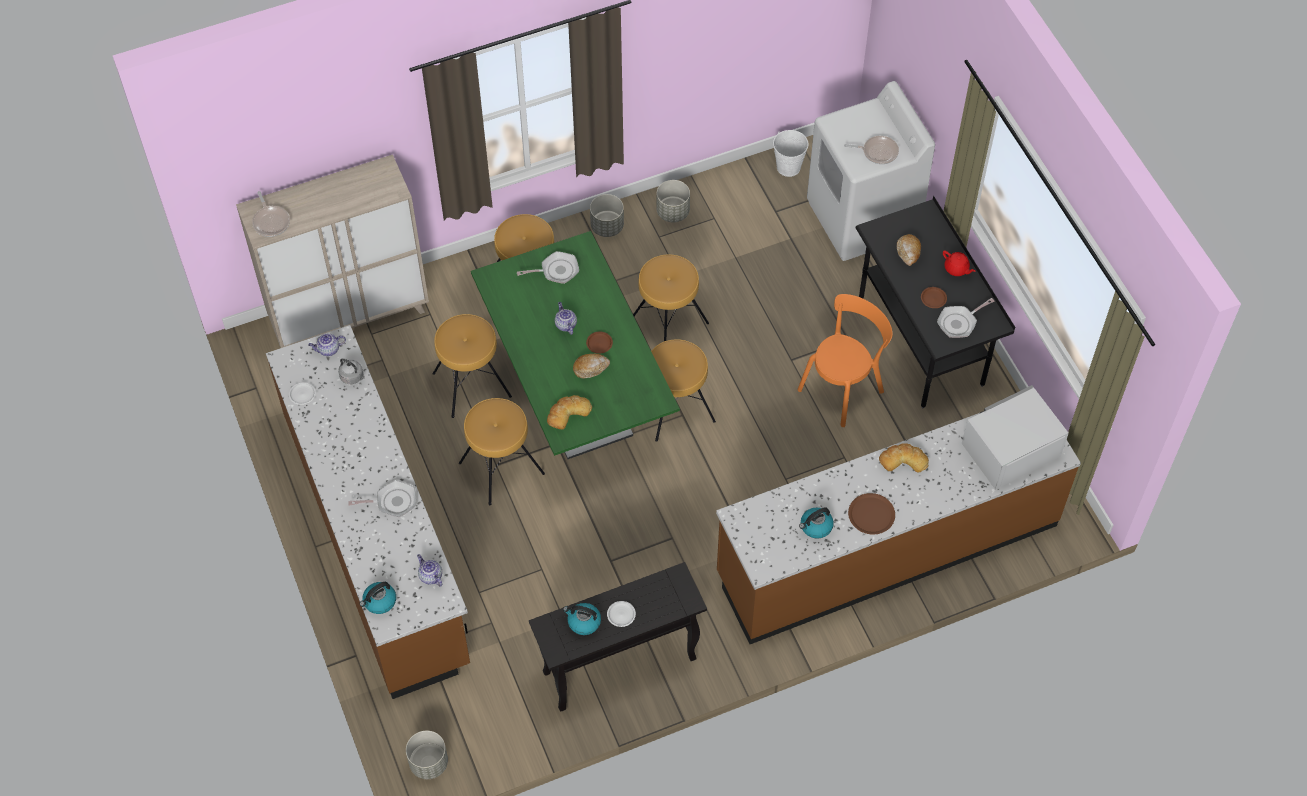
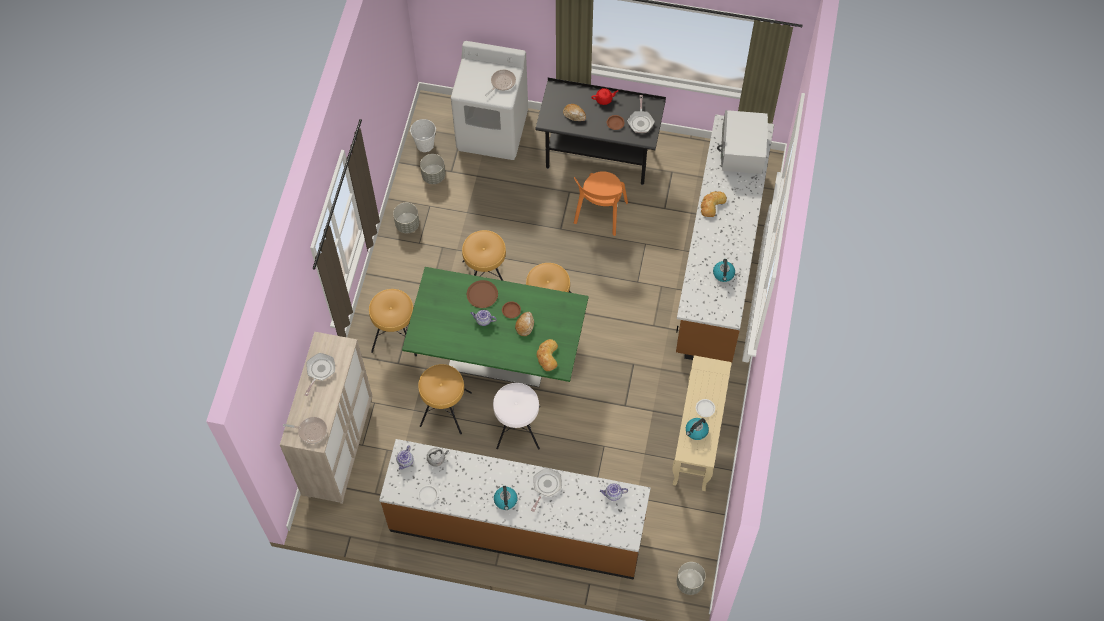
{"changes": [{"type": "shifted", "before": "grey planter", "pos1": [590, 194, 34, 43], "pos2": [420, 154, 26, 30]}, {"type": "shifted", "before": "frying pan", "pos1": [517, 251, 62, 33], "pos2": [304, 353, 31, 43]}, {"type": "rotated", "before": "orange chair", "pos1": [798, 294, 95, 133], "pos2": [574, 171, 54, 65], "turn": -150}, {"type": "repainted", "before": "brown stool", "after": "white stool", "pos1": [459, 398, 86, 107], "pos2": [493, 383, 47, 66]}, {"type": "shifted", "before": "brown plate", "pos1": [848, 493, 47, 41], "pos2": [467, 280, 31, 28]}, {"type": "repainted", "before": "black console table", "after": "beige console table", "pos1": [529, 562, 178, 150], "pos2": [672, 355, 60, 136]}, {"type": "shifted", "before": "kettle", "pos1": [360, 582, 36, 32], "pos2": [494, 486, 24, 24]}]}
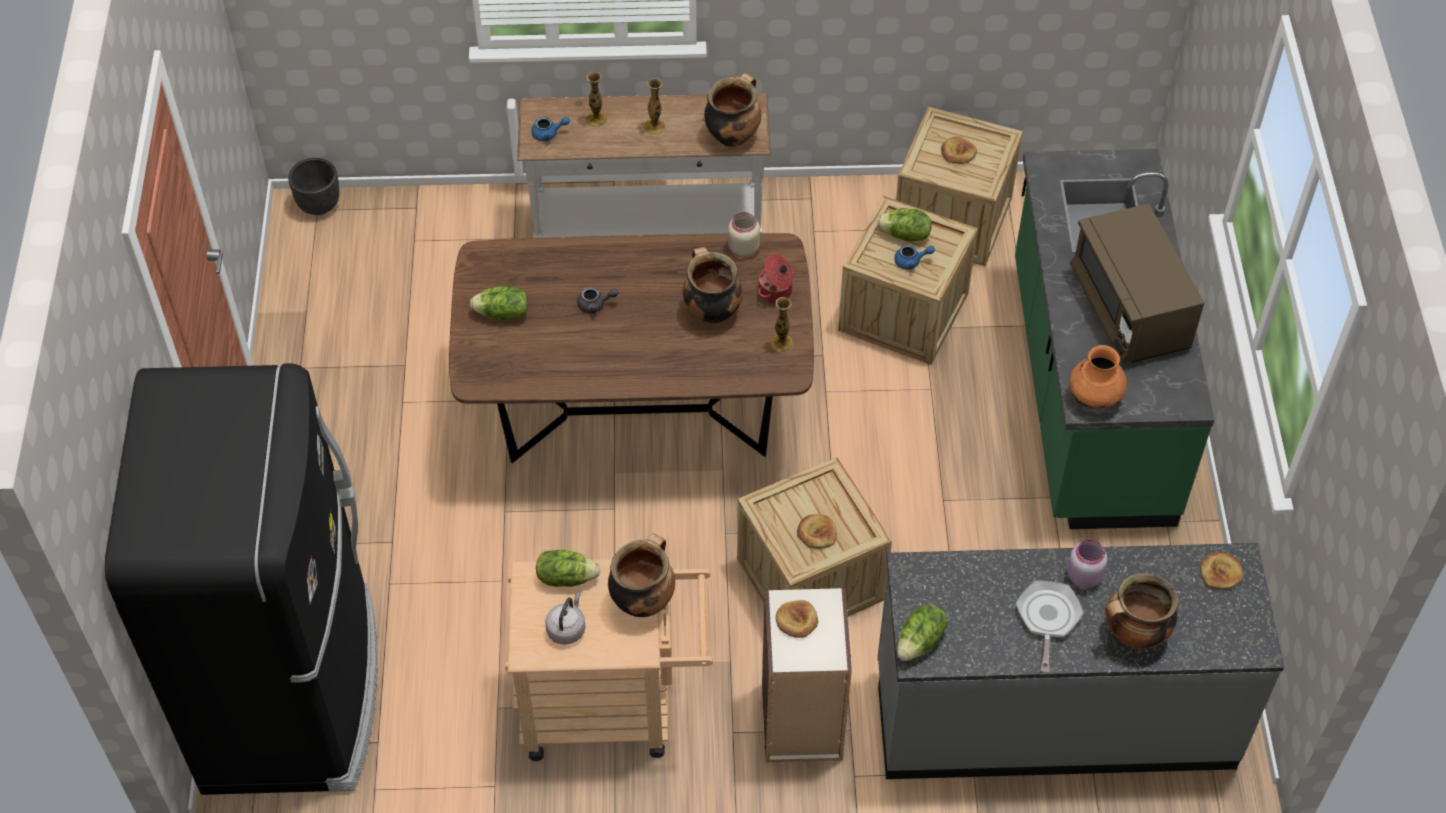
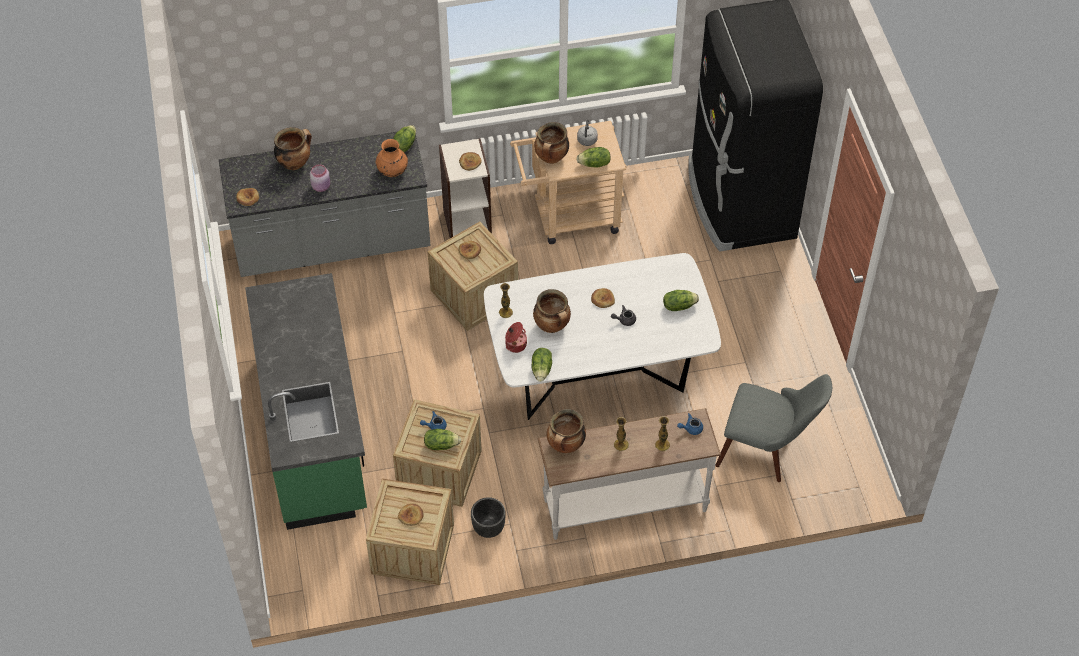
{"changes": [{"type": "shifted", "before": "black planter", "pos1": [288, 158, 51, 57], "pos2": [471, 497, 35, 41]}, {"type": "gone", "before": "brown microwave", "pos1": [1070, 204, 134, 159]}, {"type": "swapped", "before": "beige jar", "after": "lettuce", "pos1": [728, 212, 32, 45], "pos2": [531, 348, 21, 34]}, {"type": "repainted", "before": "brown dining table", "after": "white dining table", "pos1": [449, 233, 365, 230], "pos2": [484, 253, 237, 167]}, {"type": "shifted", "before": "orange vase", "pos1": [1069, 345, 58, 64], "pos2": [376, 139, 32, 38]}, {"type": "gone", "before": "frying pan", "pos1": [1016, 580, 68, 93]}, {"type": "new", "after": "bread", "pos2": [591, 288, 24, 20]}, {"type": "new", "after": "grey chair", "pos2": [715, 374, 117, 108]}]}
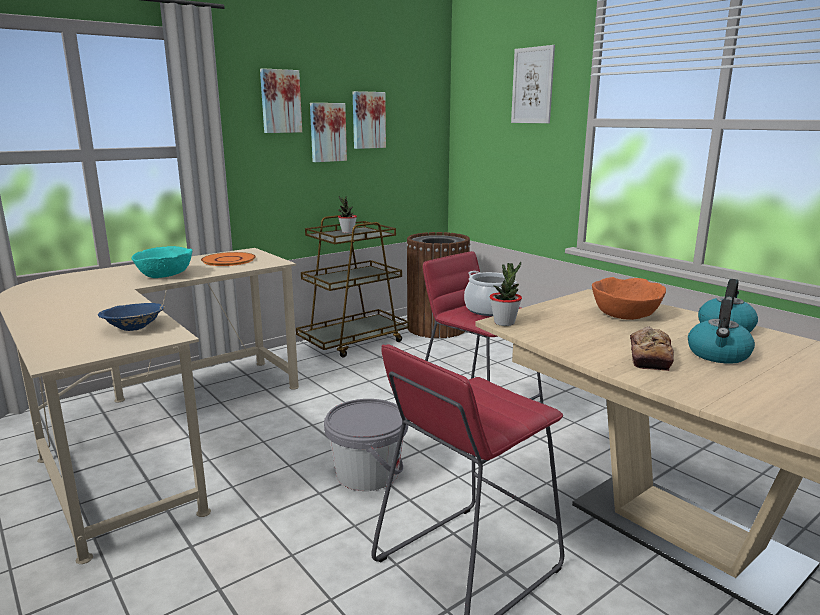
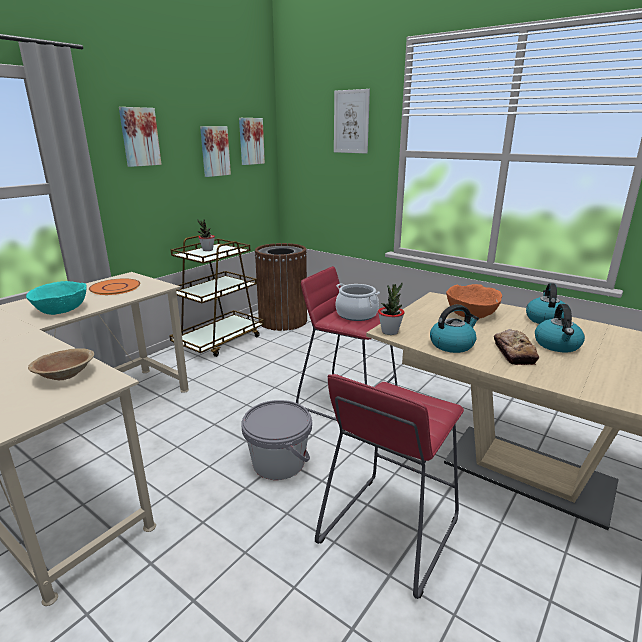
{"changes": [{"type": "shifted", "before": "picture", "pos1": [310, 103, 37, 59], "pos2": [239, 118, 26, 47]}, {"type": "repainted", "before": "blue bowl", "after": "brown bowl", "pos1": [98, 303, 67, 28], "pos2": [28, 348, 66, 32]}, {"type": "new", "after": "kettle", "pos2": [430, 304, 49, 49]}]}
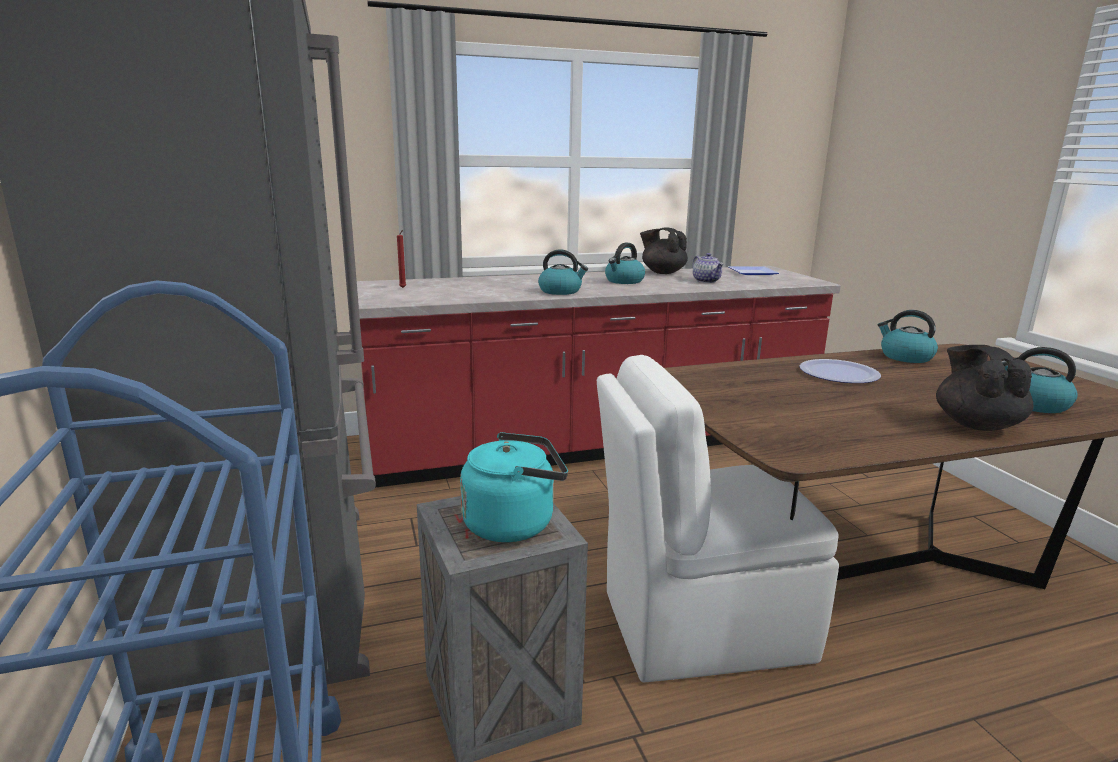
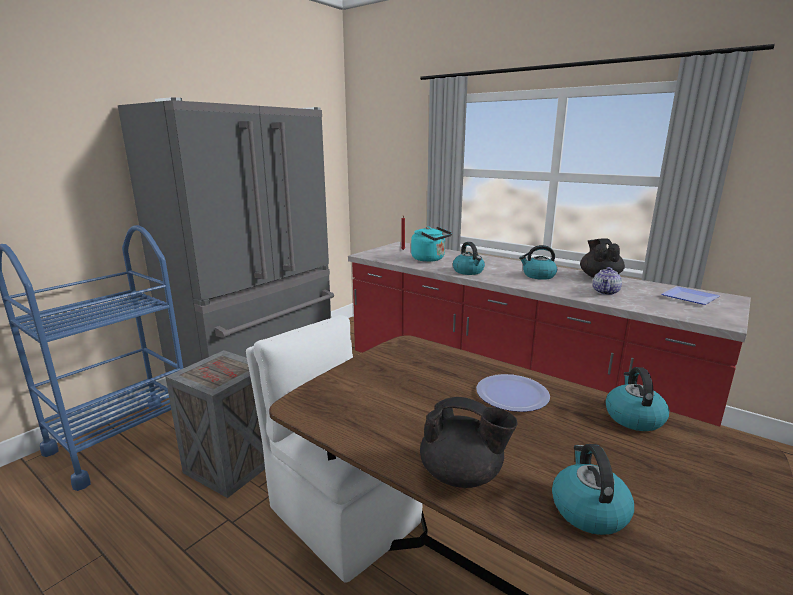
{"changes": [{"type": "rotated", "before": "black teapot", "pos1": [936, 345, 97, 86], "pos2": [420, 397, 98, 91], "turn": 60}, {"type": "shifted", "before": "turquoise kettle", "pos1": [460, 432, 108, 110], "pos2": [411, 226, 41, 36]}]}
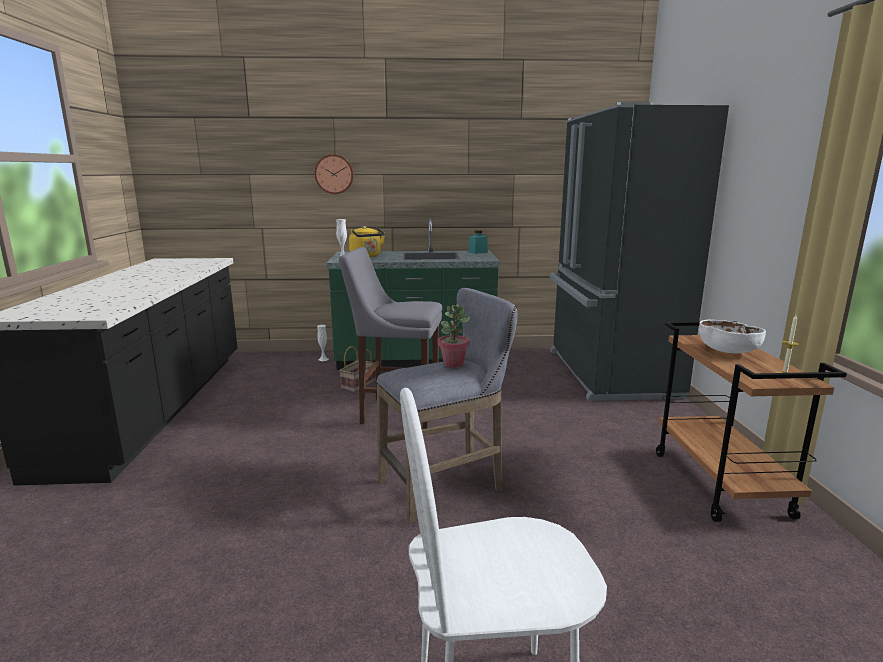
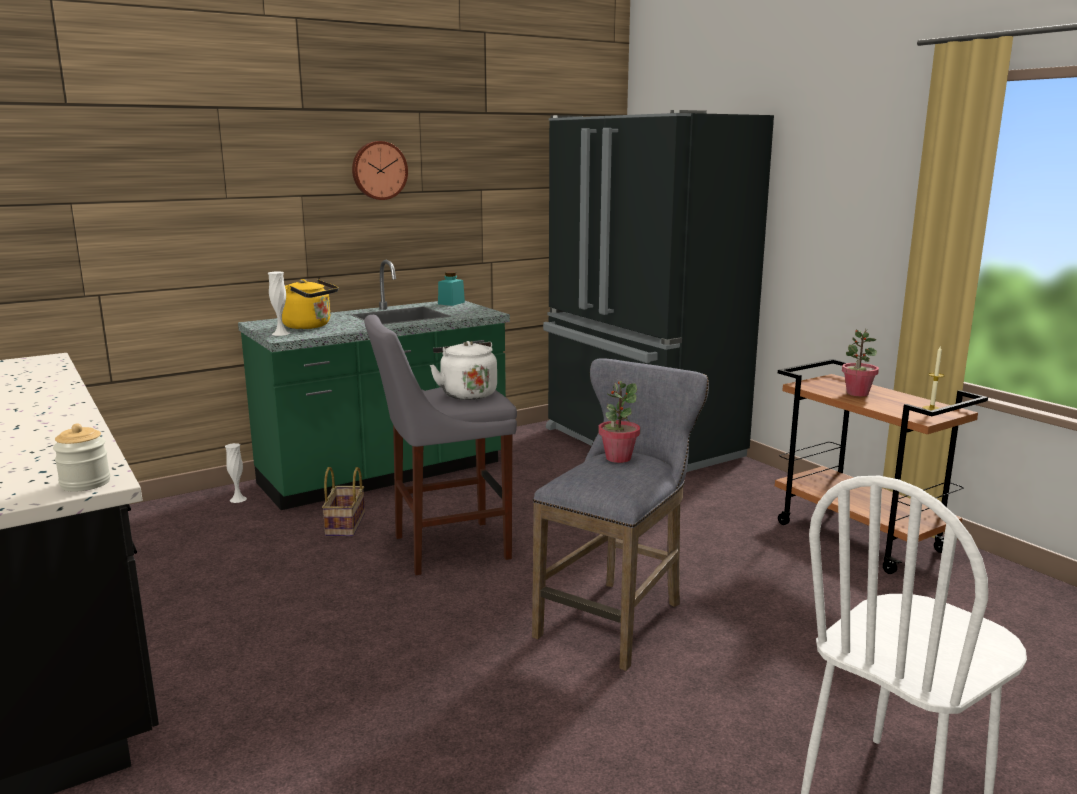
{"changes": [{"type": "shifted", "before": "wall clock", "pos1": [314, 154, 40, 40], "pos2": [352, 141, 56, 59]}, {"type": "swapped", "before": "white bowl", "after": "potted plant", "pos1": [699, 320, 67, 33], "pos2": [842, 328, 37, 68]}, {"type": "new", "after": "white kettle", "pos2": [430, 341, 67, 59]}, {"type": "new", "after": "jar", "pos2": [53, 424, 57, 68]}]}
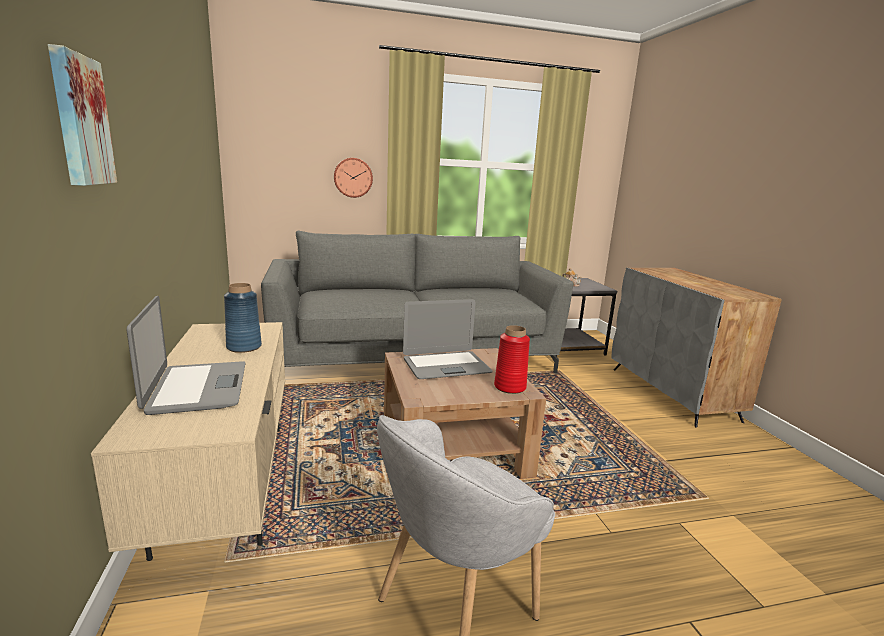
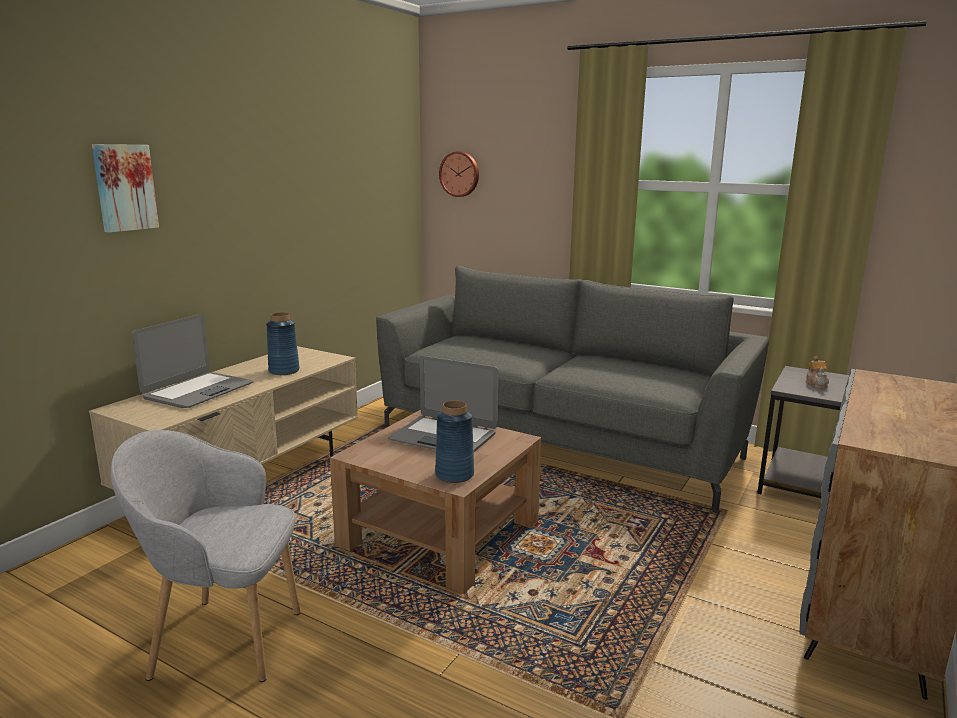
{"changes": [{"type": "shifted", "before": "wall clock", "pos1": [334, 158, 39, 40], "pos2": [439, 152, 40, 45]}, {"type": "repainted", "before": "red vase", "after": "blue vase", "pos1": [494, 325, 36, 69], "pos2": [435, 401, 39, 82]}]}
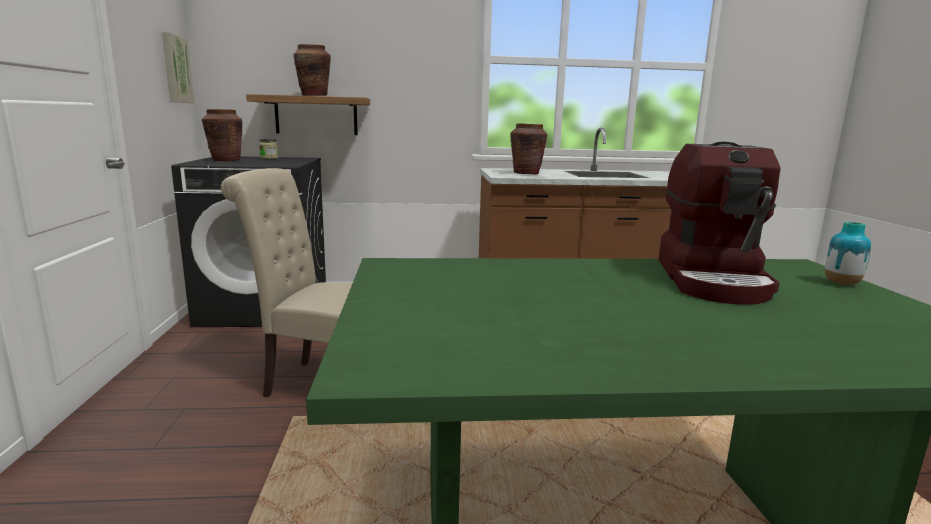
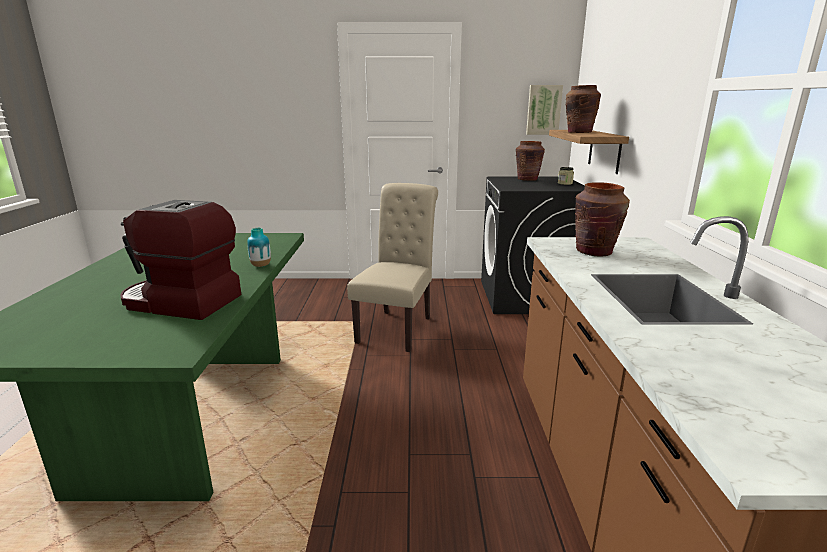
{"changes": [{"type": "shifted", "before": "vase", "pos1": [825, 221, 46, 64], "pos2": [247, 228, 24, 39]}]}
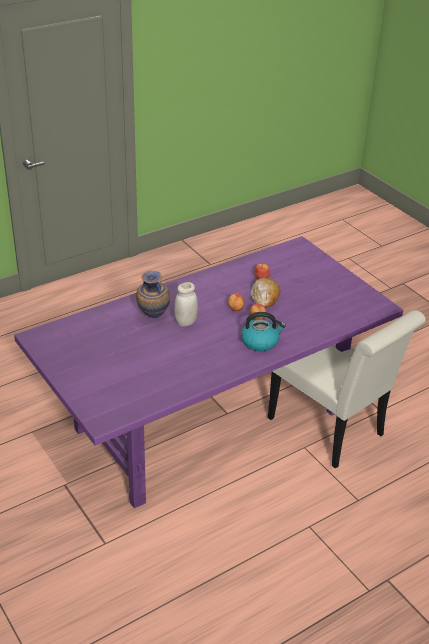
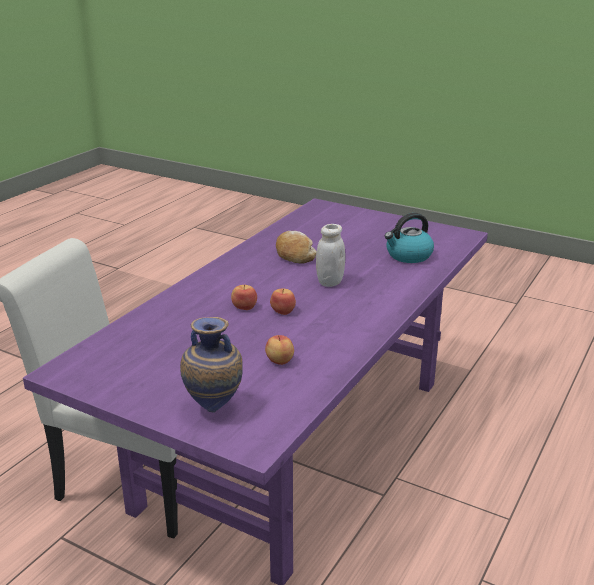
{"changes": [{"type": "shifted", "before": "vase", "pos1": [136, 270, 34, 48], "pos2": [180, 317, 63, 96]}, {"type": "shifted", "before": "bread", "pos1": [251, 278, 30, 31], "pos2": [276, 231, 41, 32]}, {"type": "shifted", "before": "kettle", "pos1": [241, 312, 45, 39], "pos2": [385, 213, 49, 50]}]}
